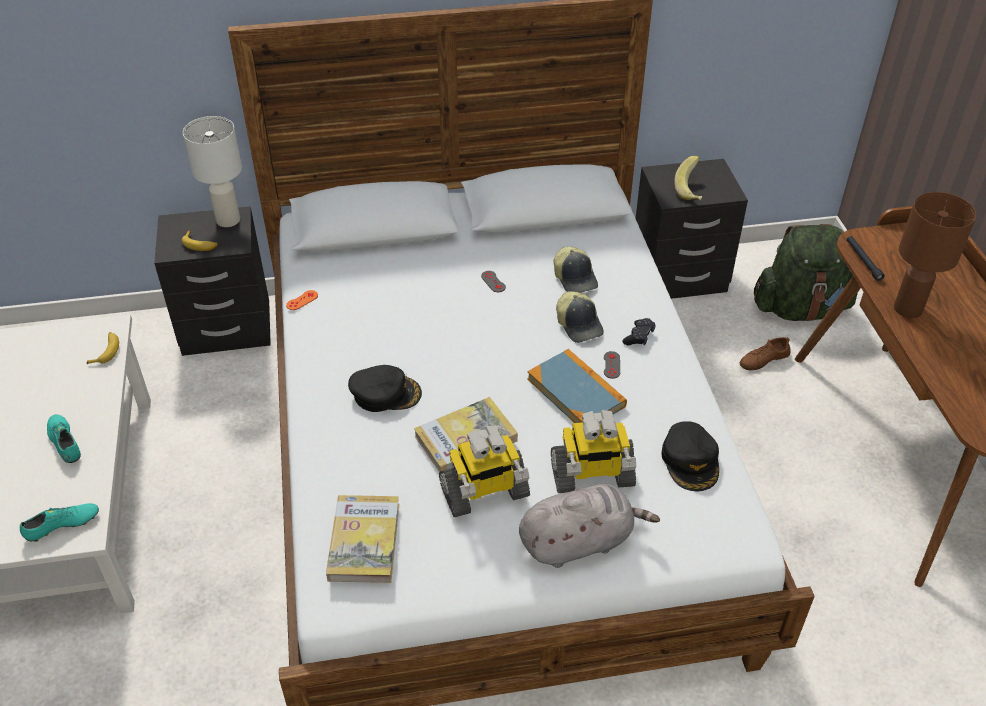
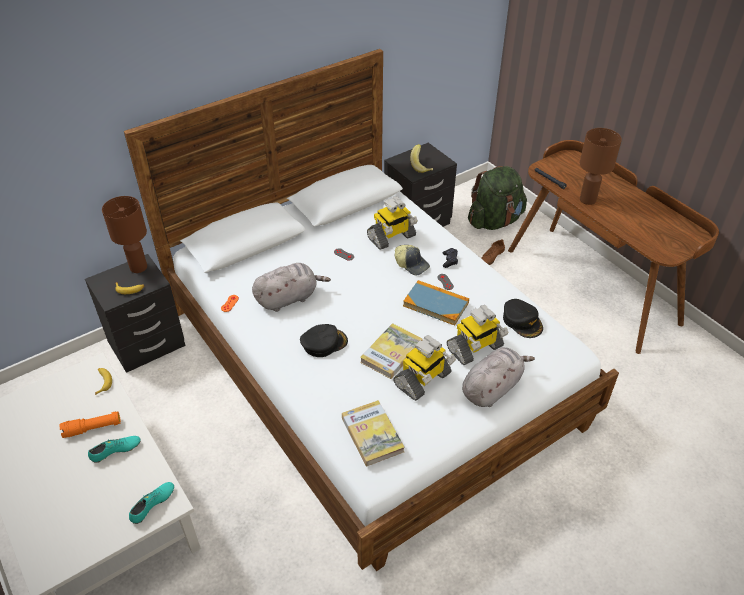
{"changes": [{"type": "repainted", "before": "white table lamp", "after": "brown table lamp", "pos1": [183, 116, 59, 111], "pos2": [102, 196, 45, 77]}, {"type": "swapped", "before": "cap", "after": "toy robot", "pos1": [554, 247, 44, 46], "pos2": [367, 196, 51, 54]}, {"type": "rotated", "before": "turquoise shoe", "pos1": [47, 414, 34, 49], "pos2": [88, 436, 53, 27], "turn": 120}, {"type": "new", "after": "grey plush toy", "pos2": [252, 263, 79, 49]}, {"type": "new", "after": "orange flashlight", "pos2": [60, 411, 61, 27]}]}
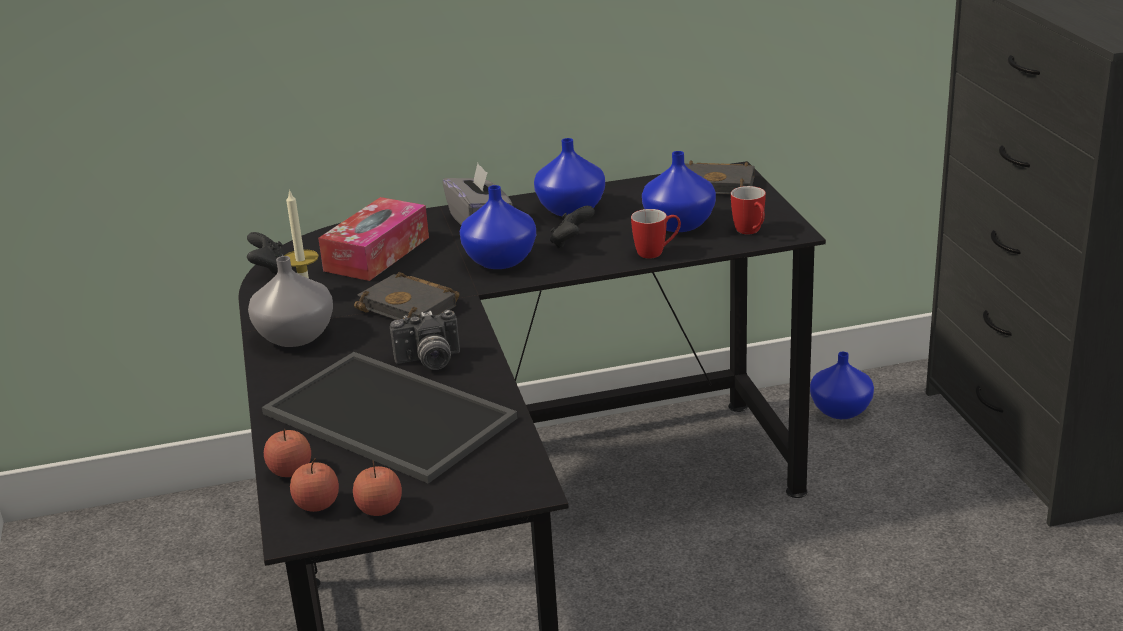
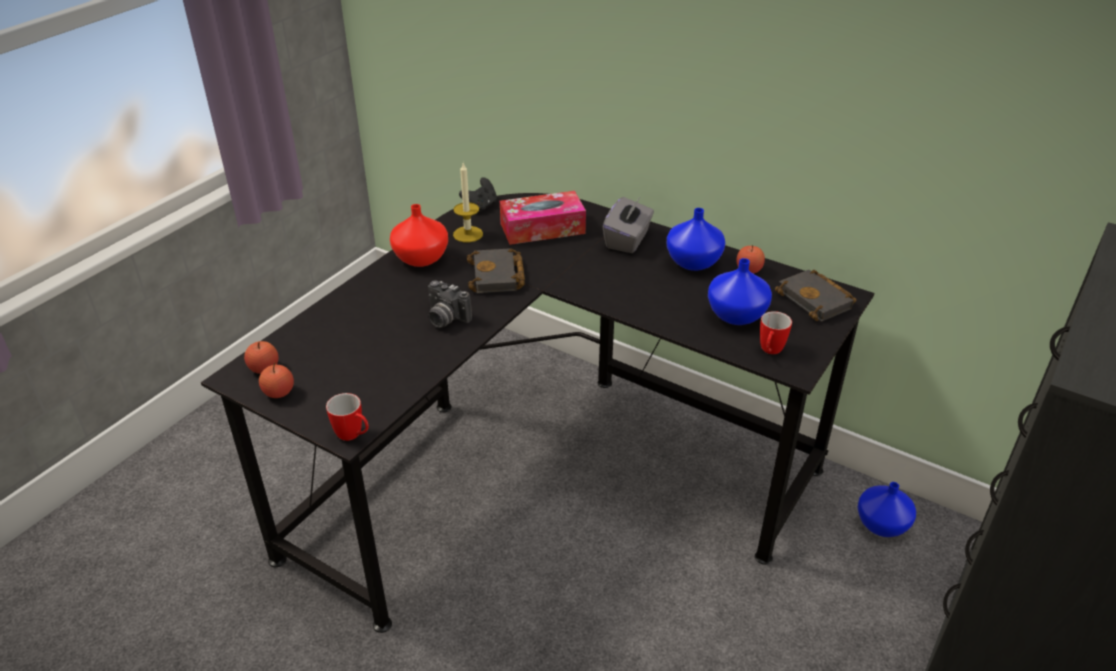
{"changes": [{"type": "gone", "before": "blue vase", "pos1": [460, 185, 76, 84]}, {"type": "gone", "before": "black game controller", "pos1": [550, 206, 45, 43]}, {"type": "shifted", "before": "mug", "pos1": [631, 209, 50, 50], "pos2": [326, 393, 43, 48]}, {"type": "repainted", "before": "grey vase", "after": "red vase", "pos1": [248, 256, 85, 91], "pos2": [390, 204, 58, 63]}, {"type": "gone", "before": "tray", "pos1": [262, 352, 256, 132]}, {"type": "shifted", "before": "apple", "pos1": [264, 429, 47, 48], "pos2": [736, 245, 29, 29]}]}
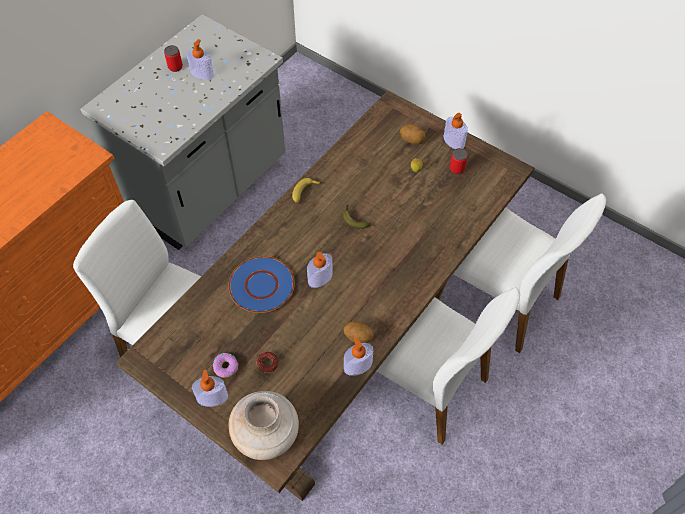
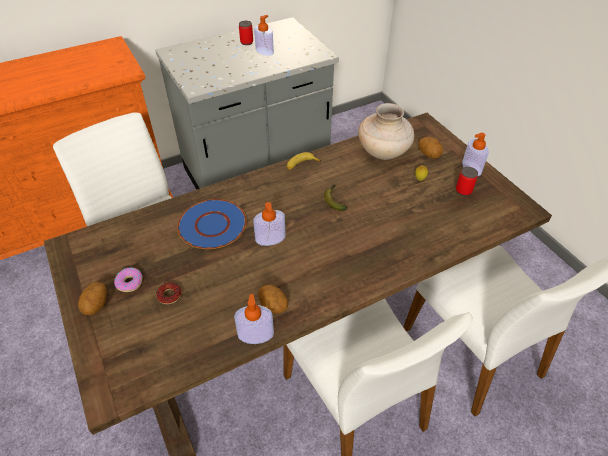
{"changes": [{"type": "swapped", "before": "soap dispenser", "after": "potato", "pos1": [192, 370, 36, 37], "pos2": [78, 282, 29, 33]}, {"type": "shifted", "before": "beige vase", "pos1": [229, 391, 70, 69], "pos2": [358, 103, 56, 57]}]}
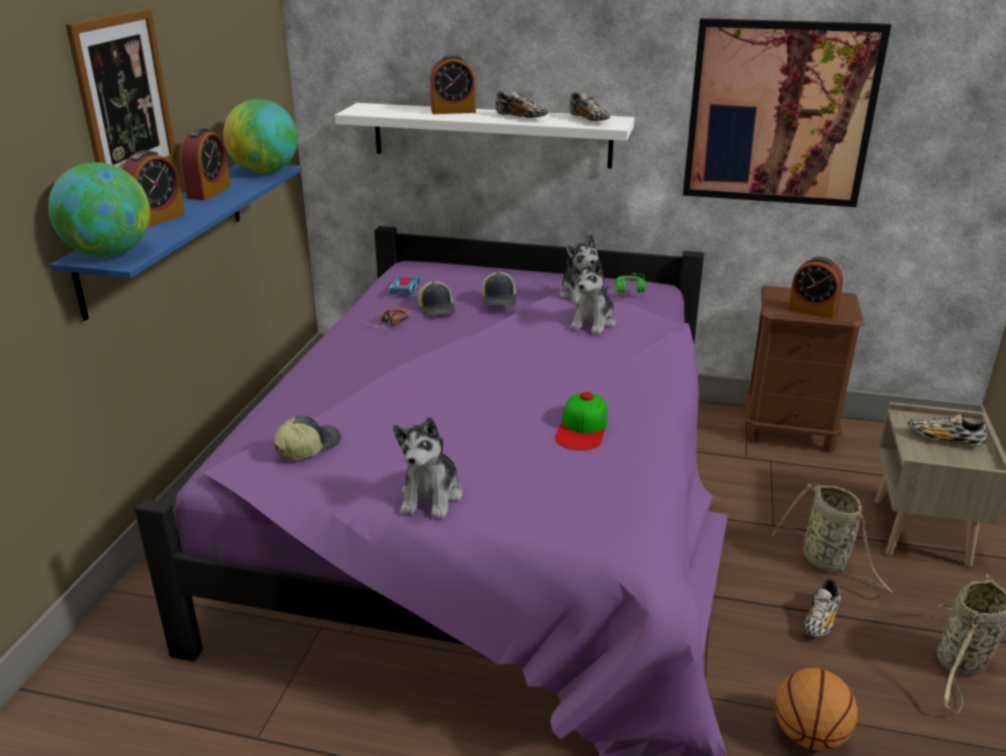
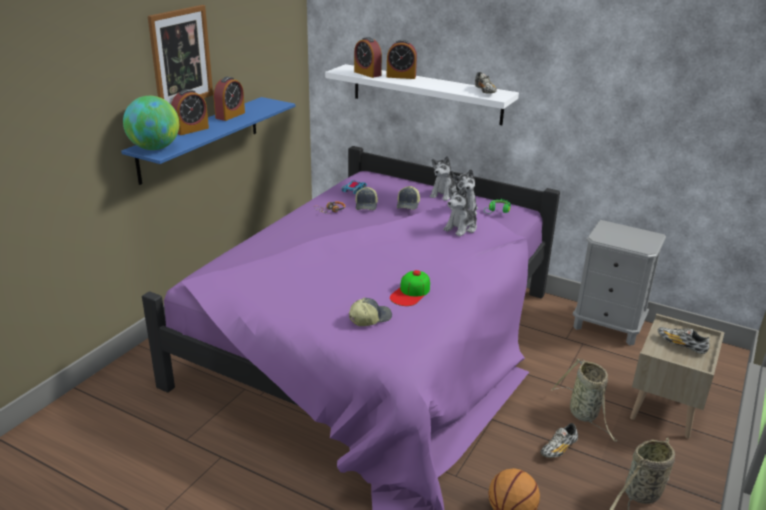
{"changes": [{"type": "gone", "before": "picture", "pos1": [683, 18, 208, 189]}, {"type": "gone", "before": "shoe", "pos1": [496, 91, 52, 27]}, {"type": "gone", "before": "globe", "pos1": [223, 99, 75, 75]}, {"type": "shifted", "before": "alarm clock", "pos1": [788, 257, 55, 62], "pos2": [354, 37, 28, 41]}, {"type": "repainted", "before": "brown nightstand", "after": "grey nightstand", "pos1": [746, 286, 119, 167], "pos2": [573, 220, 93, 126]}, {"type": "shifted", "before": "cap", "pos1": [274, 416, 67, 44], "pos2": [349, 298, 43, 28]}, {"type": "shifted", "before": "plush toy", "pos1": [393, 417, 69, 101], "pos2": [430, 156, 27, 45]}]}
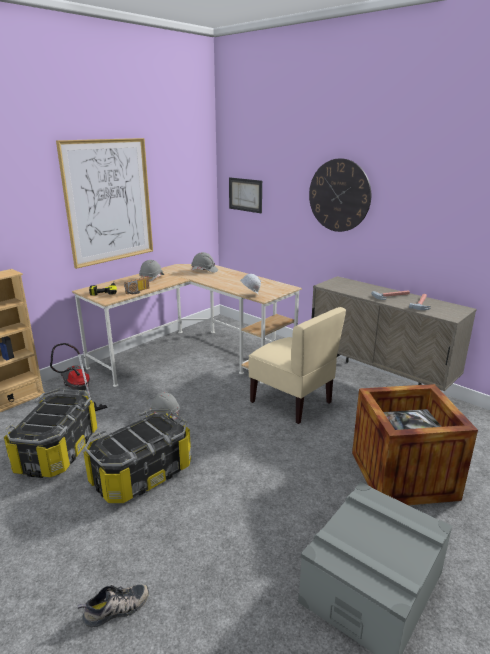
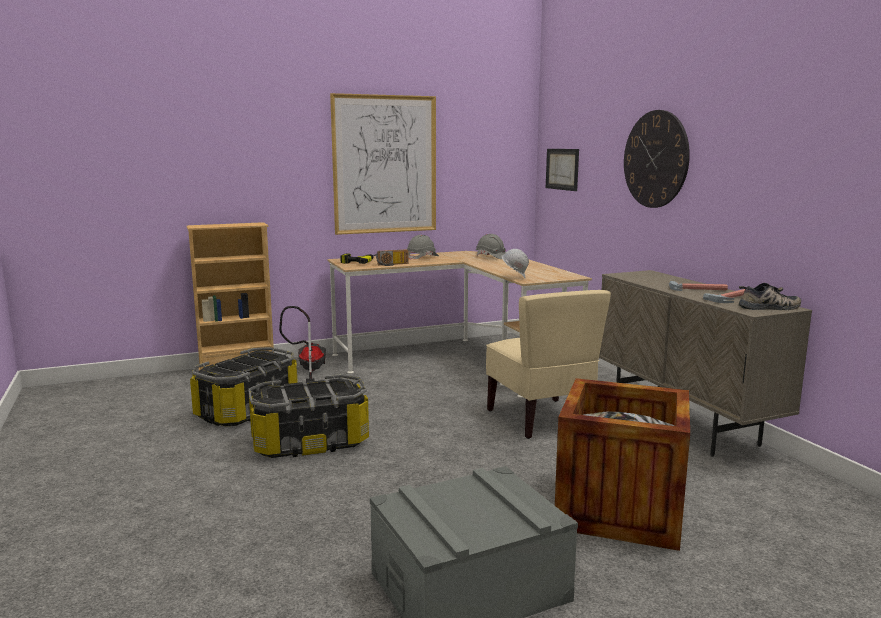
{"changes": [{"type": "gone", "before": "grey hard hat", "pos1": [151, 392, 29, 28]}, {"type": "shifted", "before": "shoe", "pos1": [78, 584, 71, 43], "pos2": [739, 283, 62, 27]}]}
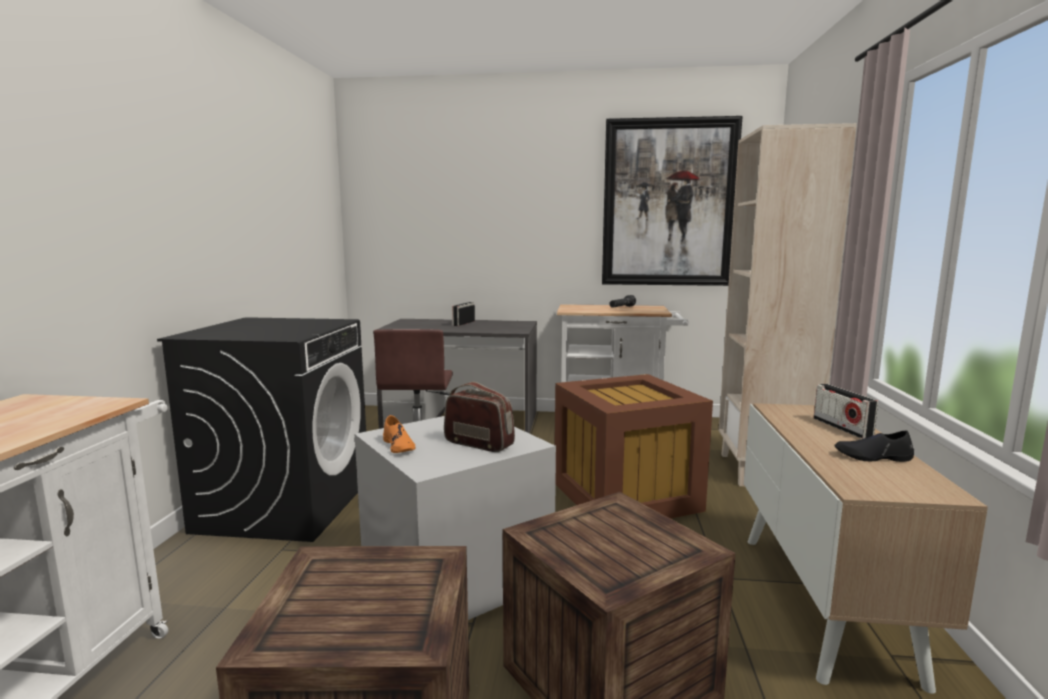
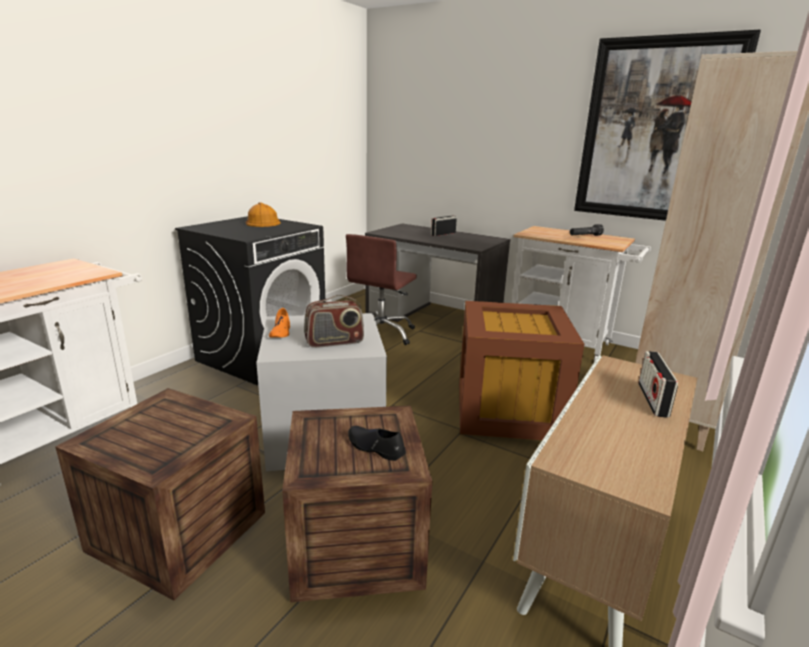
{"changes": [{"type": "rotated", "before": "radio", "pos1": [444, 382, 71, 70], "pos2": [304, 295, 60, 53], "turn": 105}, {"type": "shifted", "before": "black shoe", "pos1": [834, 430, 80, 32], "pos2": [348, 426, 58, 35]}, {"type": "new", "after": "orange hard hat", "pos2": [246, 203, 35, 24]}]}
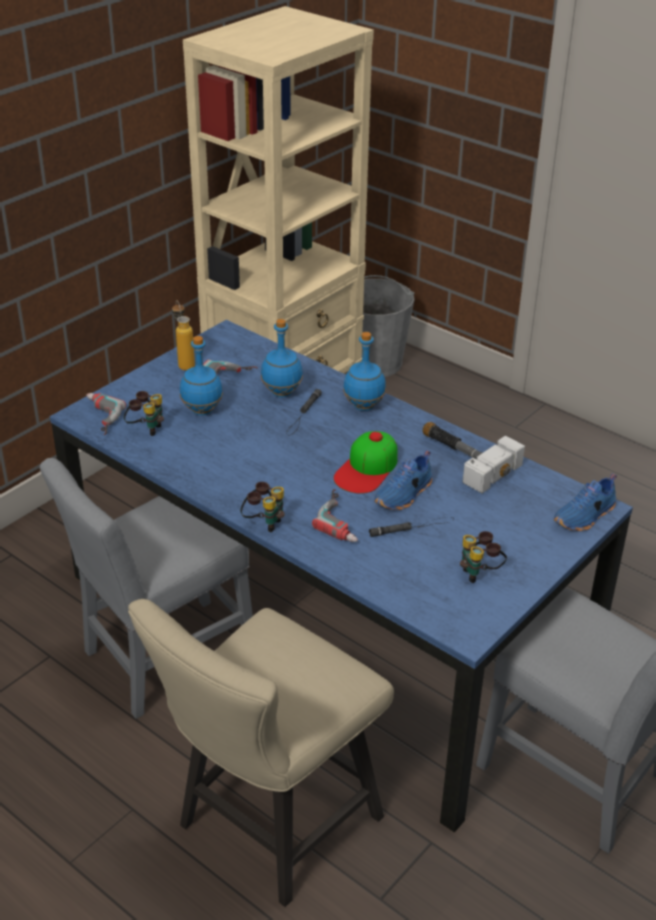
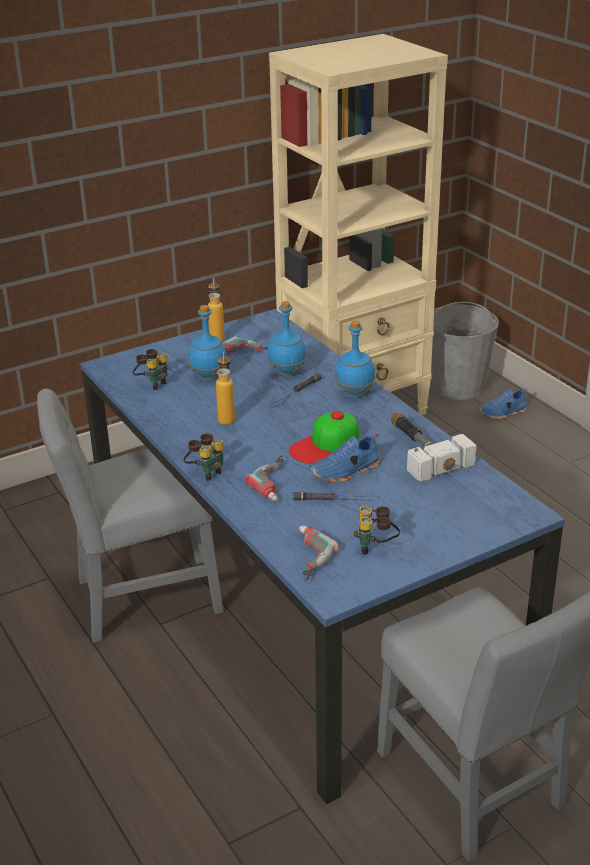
{"changes": [{"type": "shifted", "before": "power drill", "pos1": [86, 393, 40, 43], "pos2": [299, 525, 40, 56]}, {"type": "shifted", "before": "blue shoe", "pos1": [554, 474, 63, 57], "pos2": [478, 388, 49, 31]}, {"type": "gone", "before": "beige chair", "pos1": [128, 599, 266, 308]}, {"type": "new", "after": "bottle", "pos2": [216, 352, 19, 73]}]}
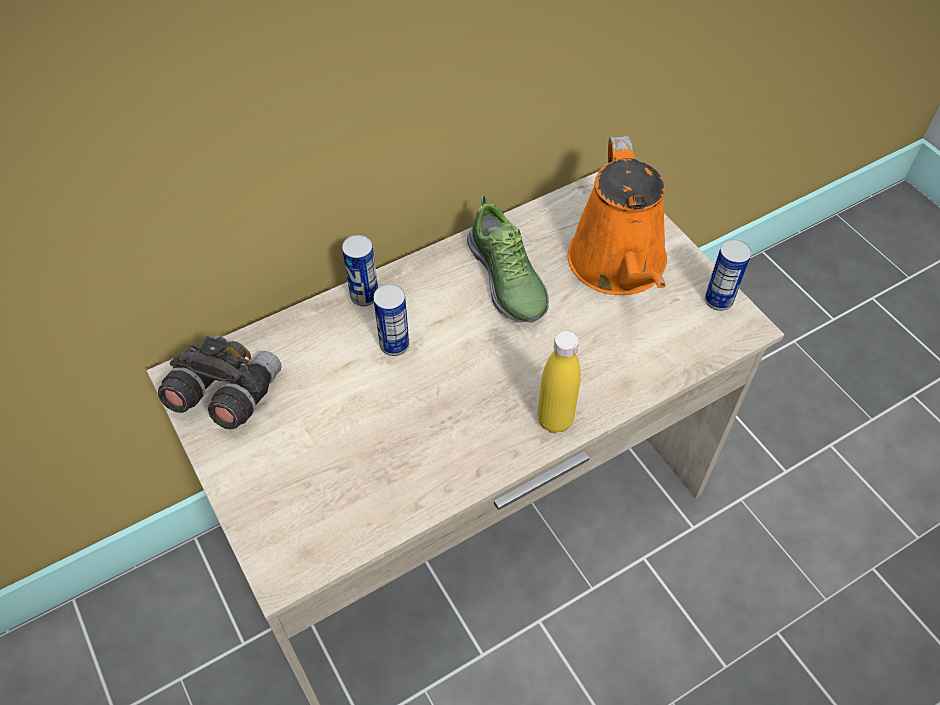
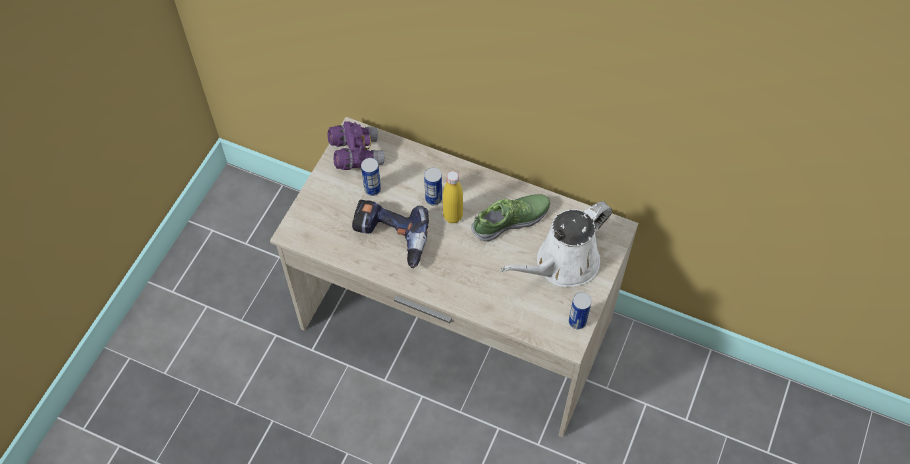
{"changes": [{"type": "repainted", "before": "orange watering can", "after": "white watering can", "pos1": [568, 136, 99, 159], "pos2": [500, 201, 112, 86]}, {"type": "rotated", "before": "shoe", "pos1": [467, 196, 82, 127], "pos2": [471, 194, 79, 48], "turn": -150}, {"type": "shifted", "before": "can", "pos1": [342, 235, 36, 71], "pos2": [361, 158, 20, 38]}, {"type": "shifted", "before": "yellow bottle", "pos1": [538, 330, 43, 103], "pos2": [443, 171, 20, 52]}, {"type": "repainted", "before": "grey binoculars", "after": "purple binoculars", "pos1": [158, 336, 123, 93], "pos2": [328, 121, 57, 49]}, {"type": "new", "after": "power drill", "pos2": [352, 200, 77, 68]}]}
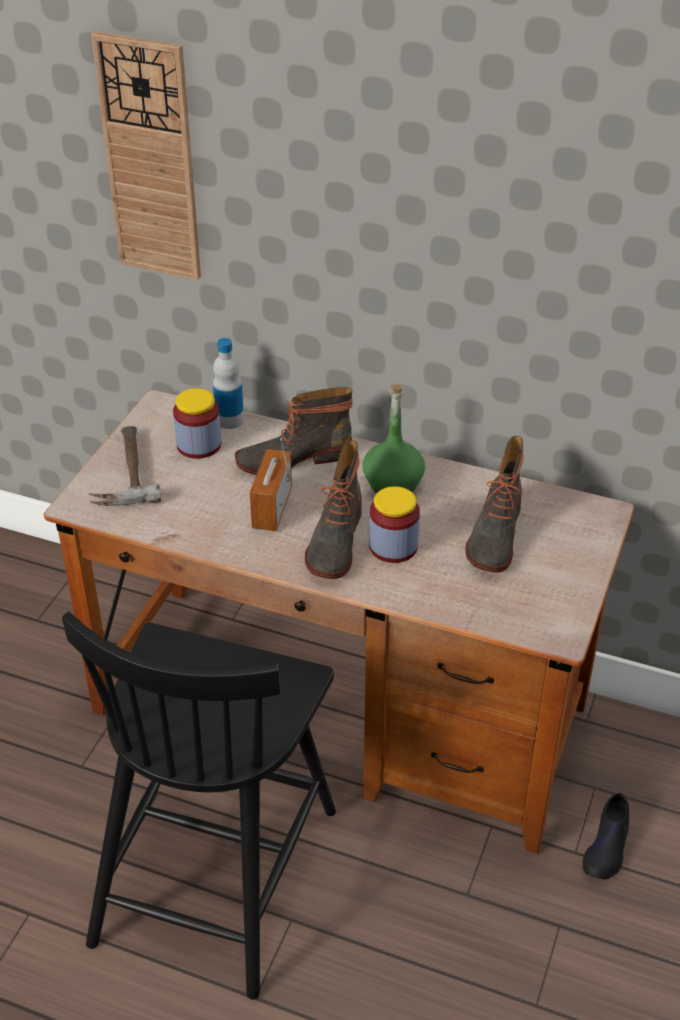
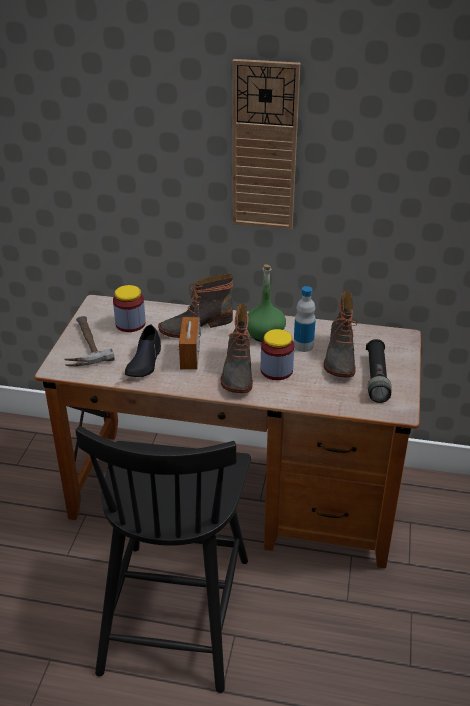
{"changes": [{"type": "shifted", "before": "wall clock", "pos1": [91, 31, 110, 249], "pos2": [232, 59, 68, 171]}, {"type": "shifted", "before": "bottle", "pos1": [213, 338, 31, 91], "pos2": [294, 286, 22, 66]}, {"type": "shifted", "before": "black shoe", "pos1": [582, 793, 47, 86], "pos2": [125, 324, 36, 53]}, {"type": "new", "after": "black flashlight", "pos2": [366, 339, 26, 64]}]}
